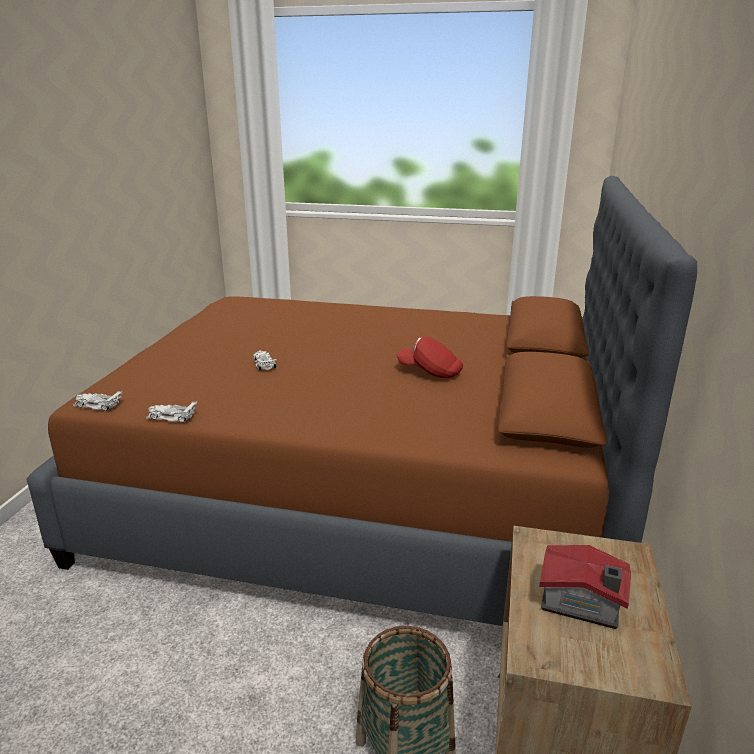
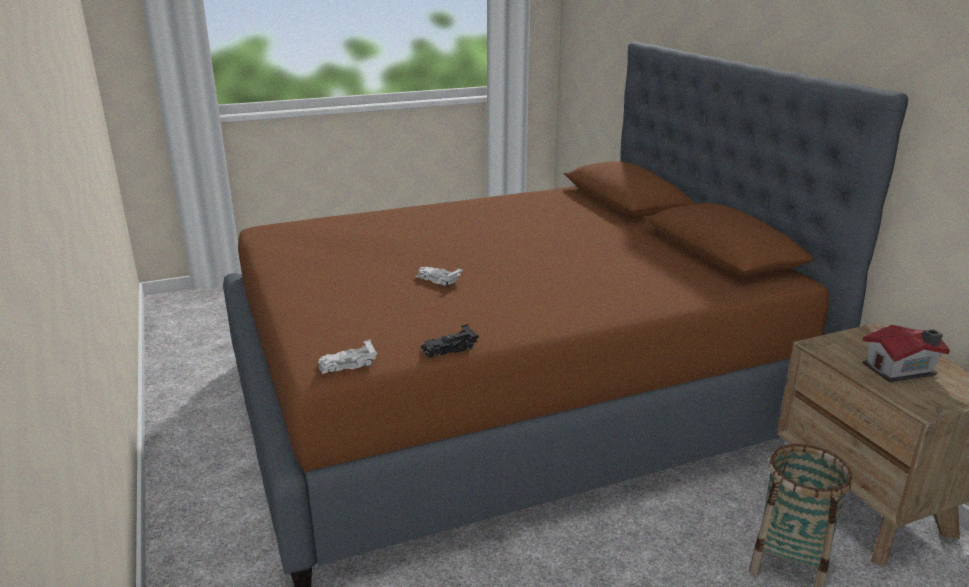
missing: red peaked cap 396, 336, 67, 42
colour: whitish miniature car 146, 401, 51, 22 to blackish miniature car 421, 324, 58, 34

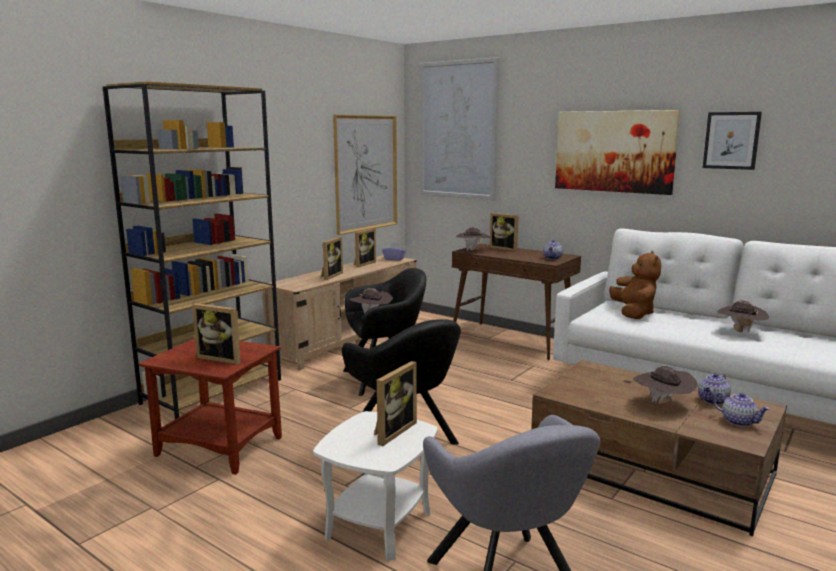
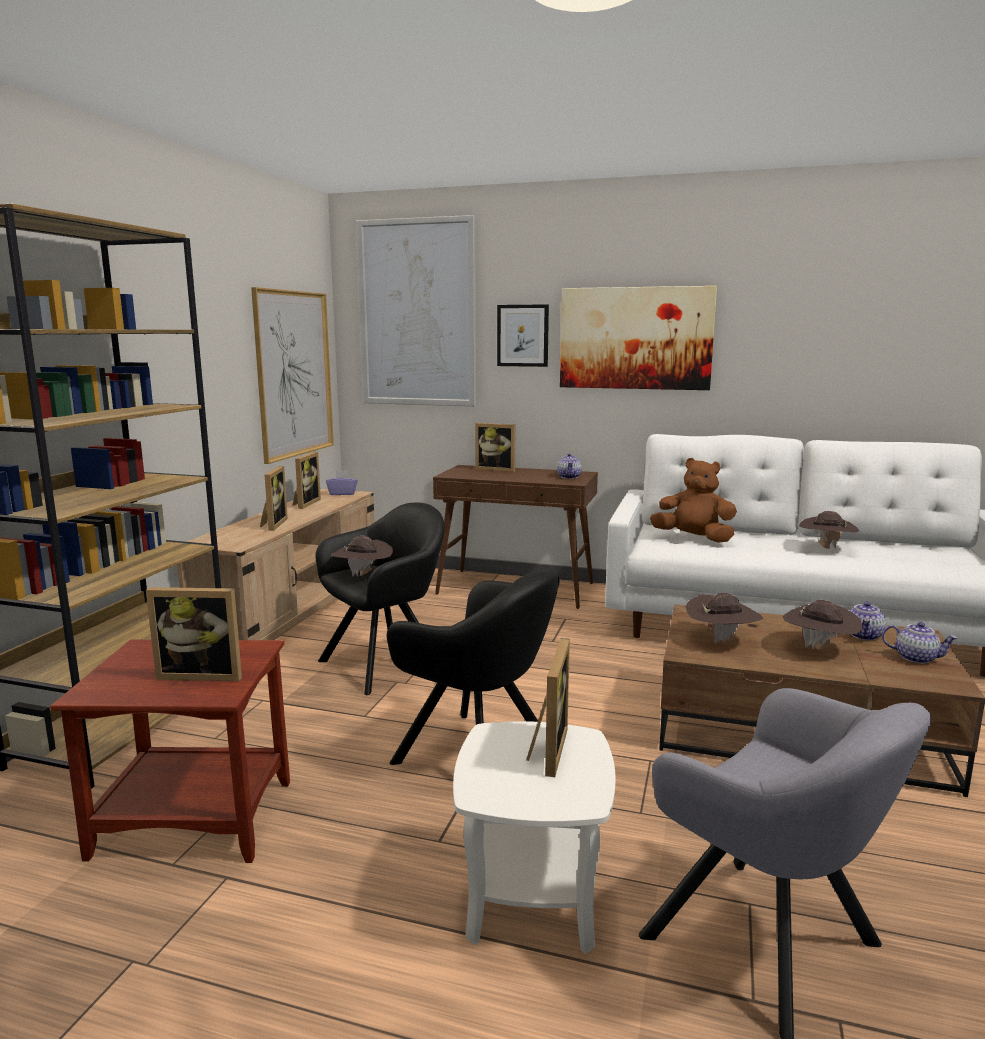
relocated: brown-coloured clothing hat 456, 227, 34, 24 to 686, 593, 77, 51; picture 703, 112, 59, 58 to 497, 304, 52, 63
spun: brown-coloured cuddly toy 609, 251, 52, 68 = 650, 458, 87, 85 45 degrees counterclockwise

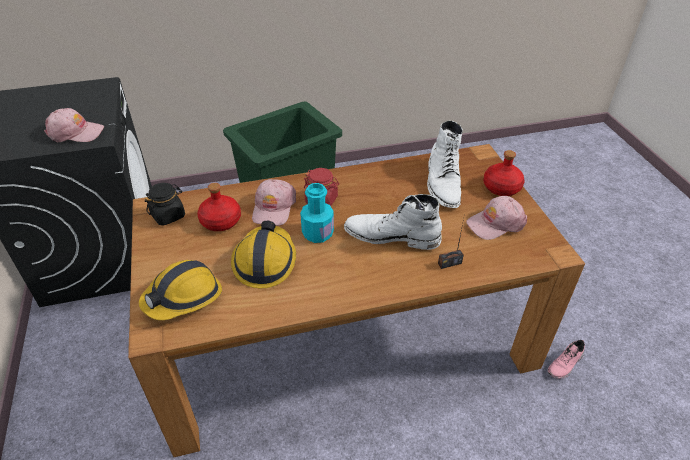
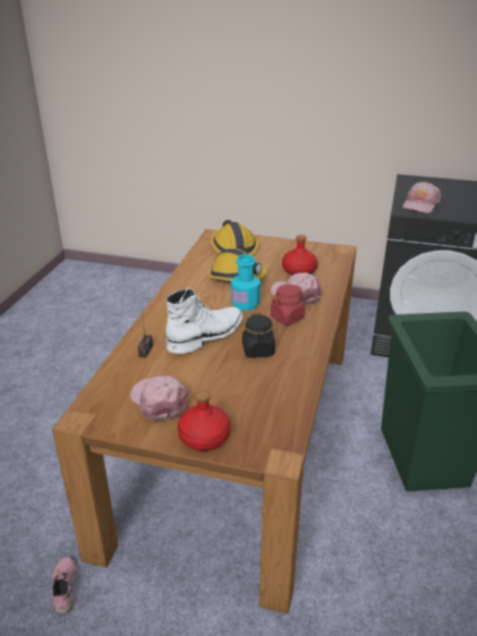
missing: whitish high-top boot 427, 120, 36, 88
relocated: blackish preserve jar 145, 183, 40, 43 to 242, 314, 33, 44
spun: pink-coloured peaked cap 466, 196, 61, 44 = 130, 376, 60, 45 45 degrees counterclockwise

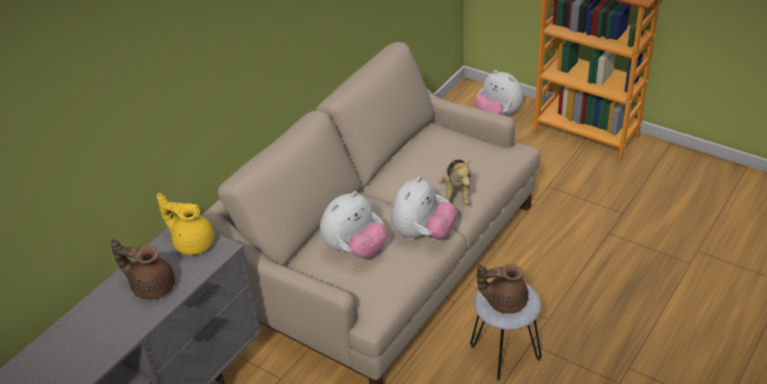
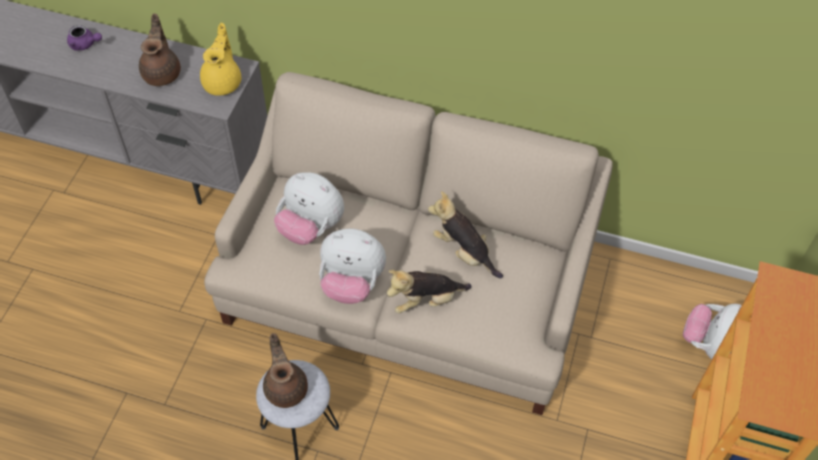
appeared: purplish teapot 67, 25, 35, 25; cuddly toy 428, 191, 75, 87

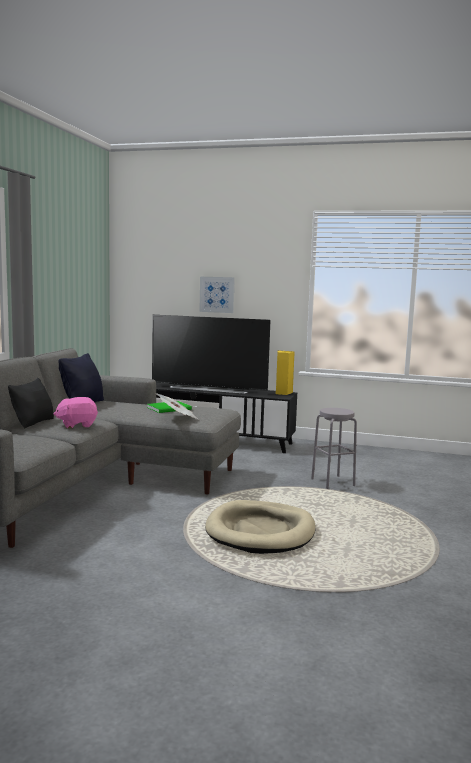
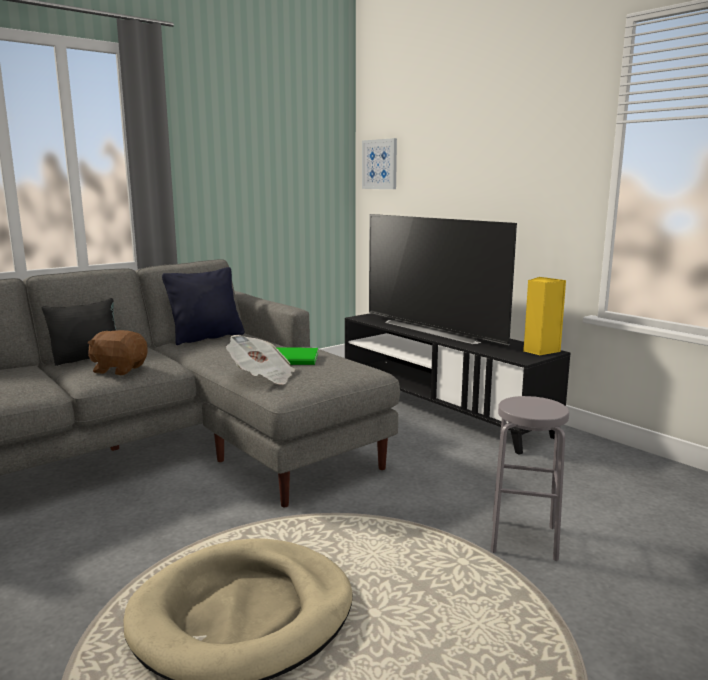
relocated: picture 199, 277, 36, 36 to 362, 138, 35, 51
colour: pink-coloured cuddly toy 54, 397, 44, 31 to brown-coloured cuddly toy 88, 330, 60, 45

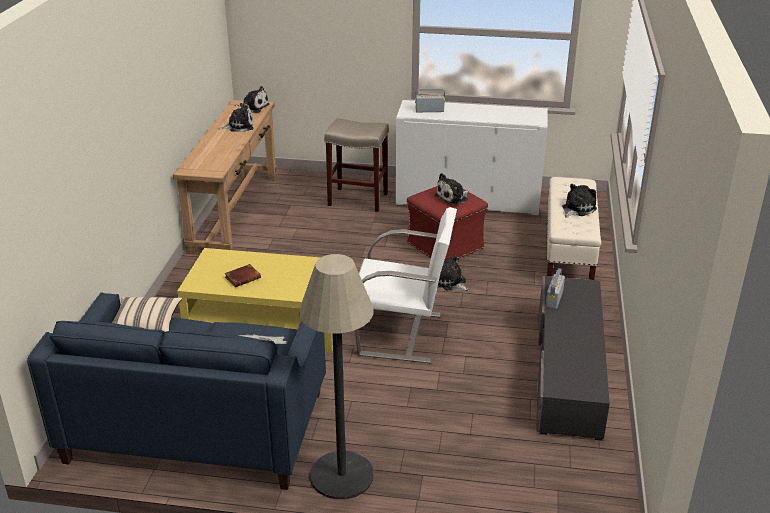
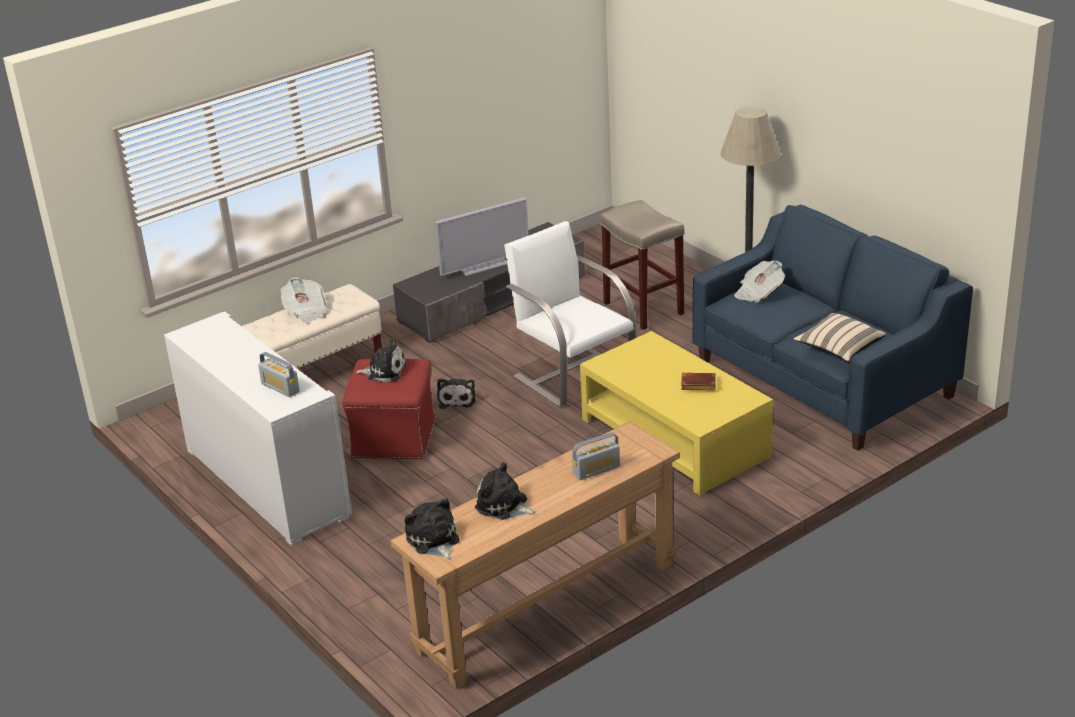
appeared: TV set 435, 197, 94, 79
relocated: beige stool seat 324, 119, 65, 93 to 600, 200, 85, 130; radio set 546, 268, 19, 41 to 572, 432, 48, 48
exchanged: cuddly toy 562, 184, 35, 34 to daily paper 280, 277, 48, 46

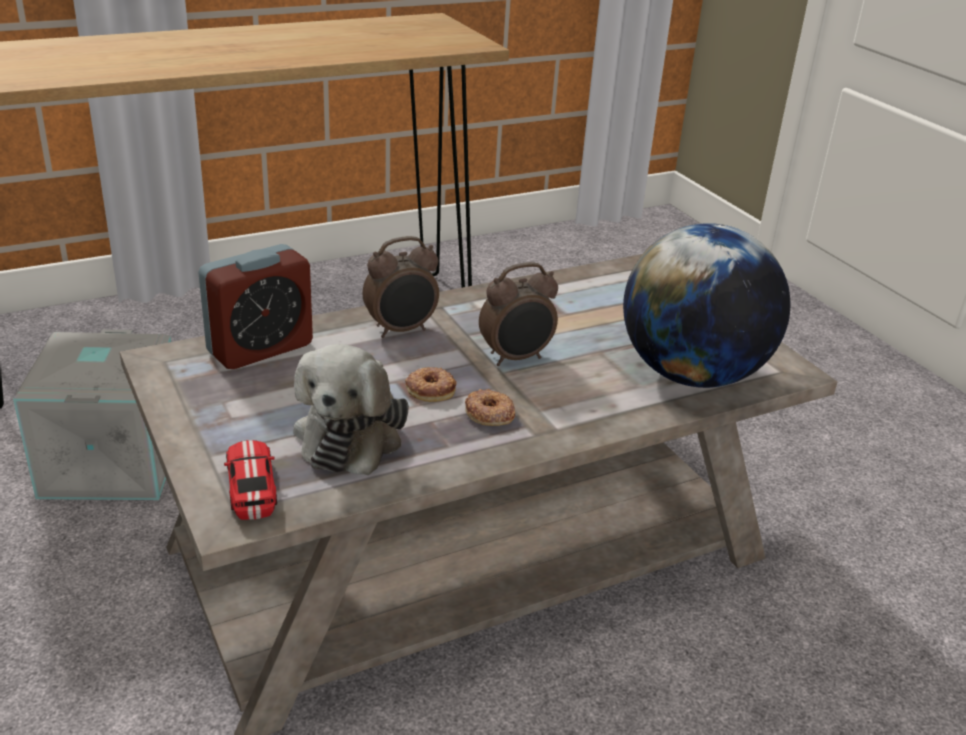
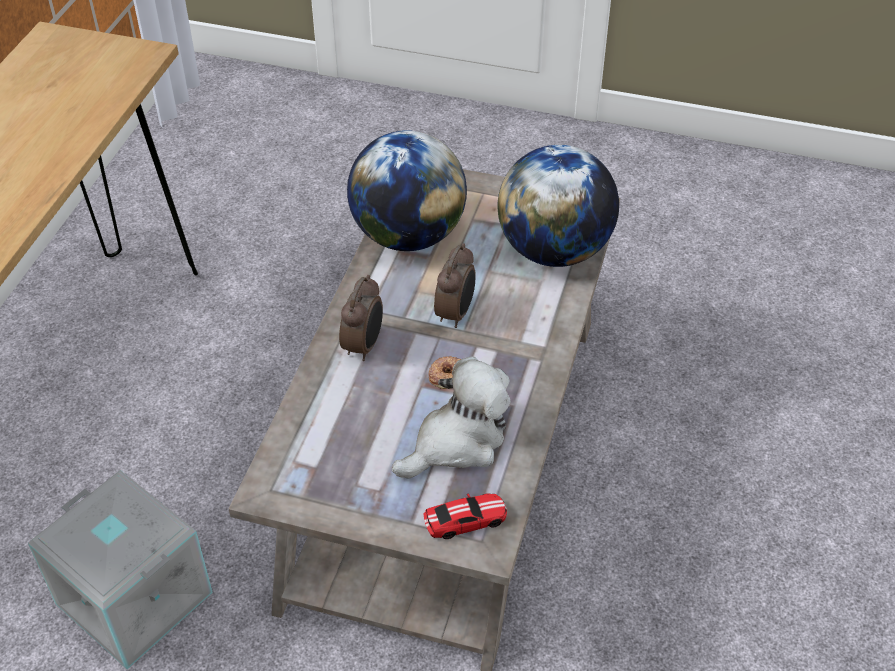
missing: bedside clock 198, 244, 115, 125; donut 465, 389, 50, 37
appeared: world globe 347, 130, 120, 121
spun: miniature car 224, 440, 53, 80 = 424, 493, 83, 46 135 degrees clockwise; cuddly toy 293, 344, 116, 131 = 392, 357, 119, 121 90 degrees counterclockwise

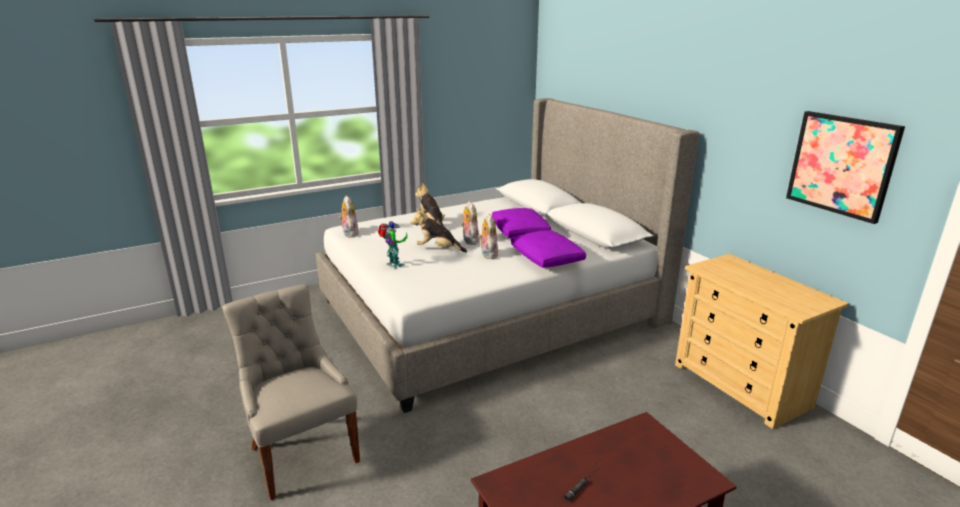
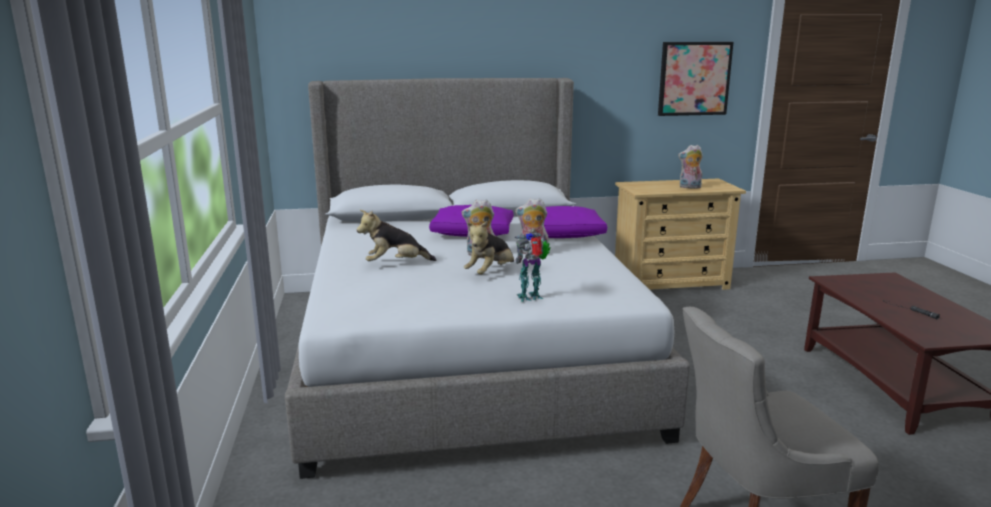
relocated: cuddly toy 339, 195, 20, 43 to 678, 145, 25, 44

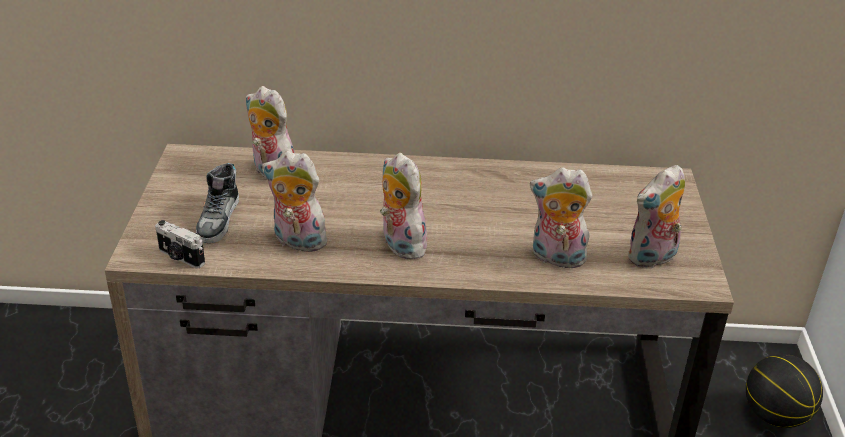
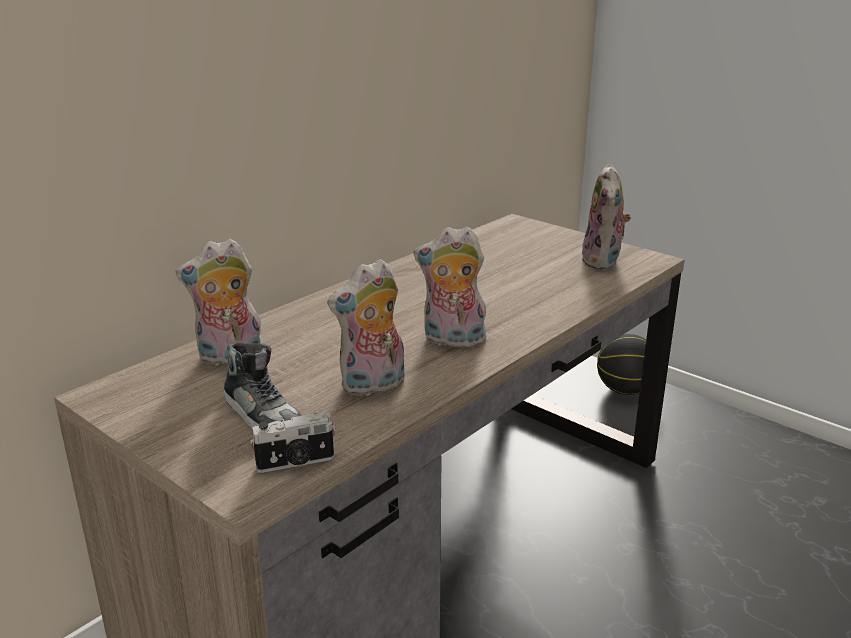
missing: cuddly toy 530, 167, 62, 101

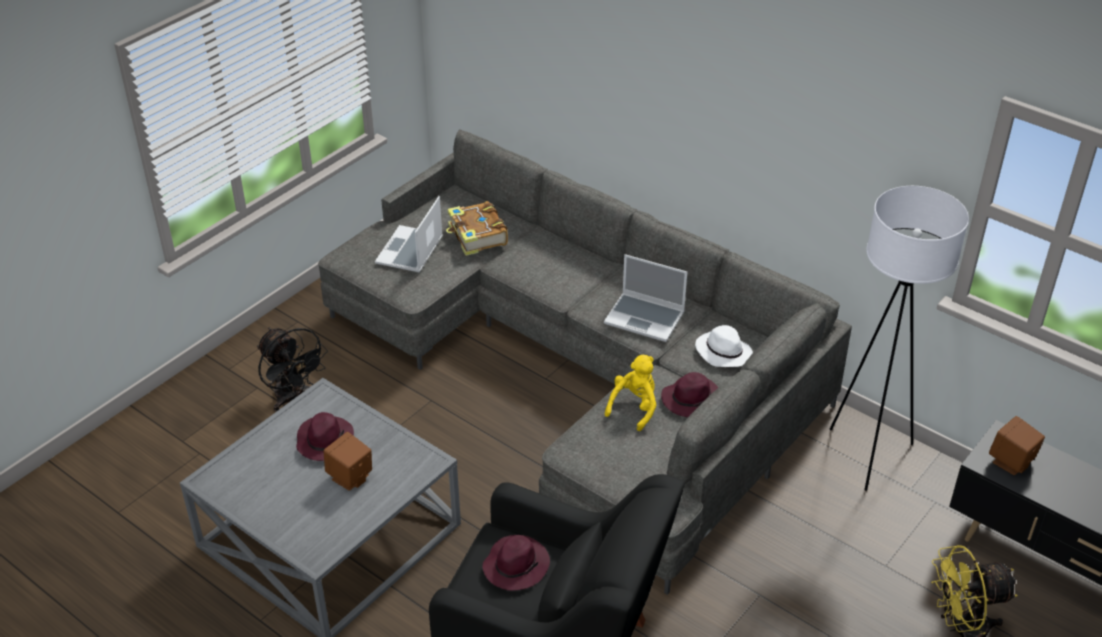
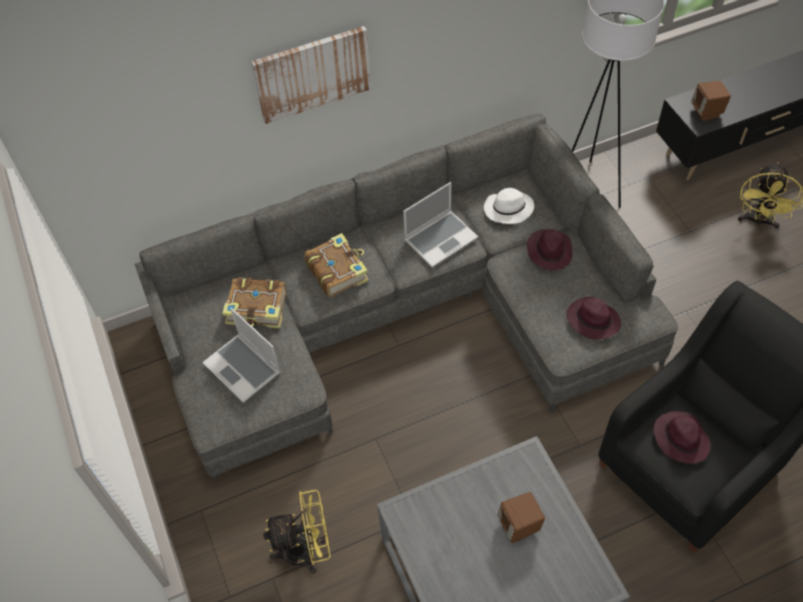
missing: yellow-coloured cuddly toy 605, 355, 51, 76
appeared: picture 251, 26, 120, 98; book 305, 233, 64, 64
relocated: purplish clothing hat 296, 412, 58, 49 to 566, 296, 55, 43
colour: blackish cooling fan 257, 328, 71, 84 to yellow-coloured cooling fan 263, 490, 68, 83

